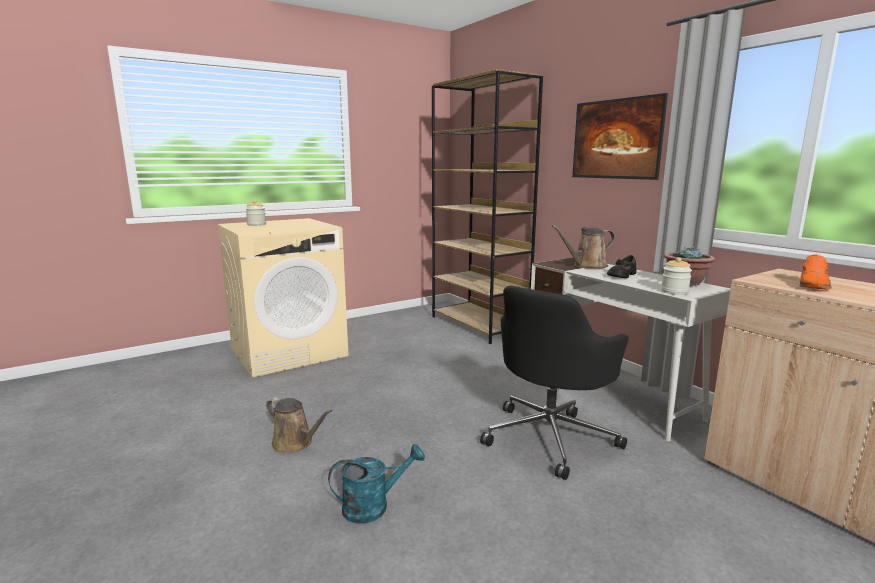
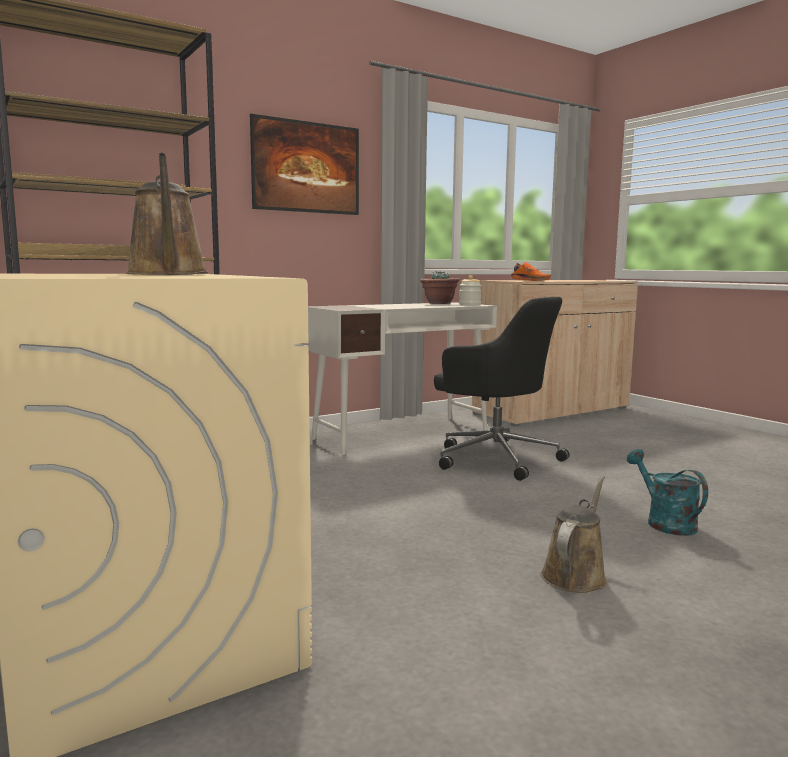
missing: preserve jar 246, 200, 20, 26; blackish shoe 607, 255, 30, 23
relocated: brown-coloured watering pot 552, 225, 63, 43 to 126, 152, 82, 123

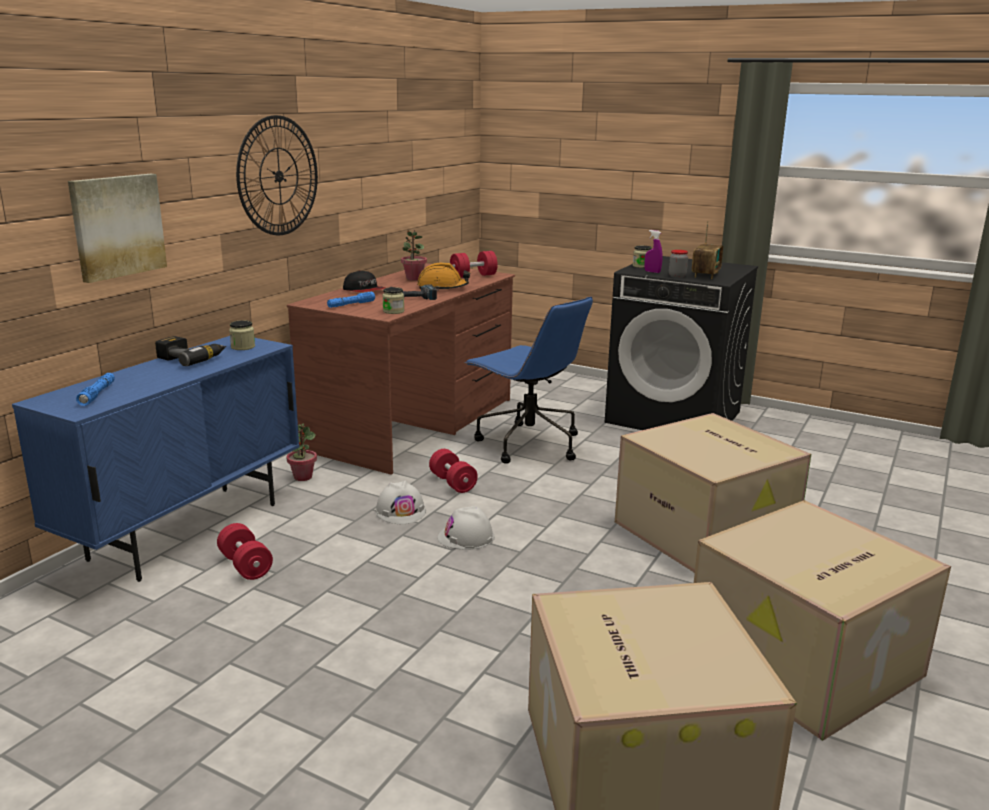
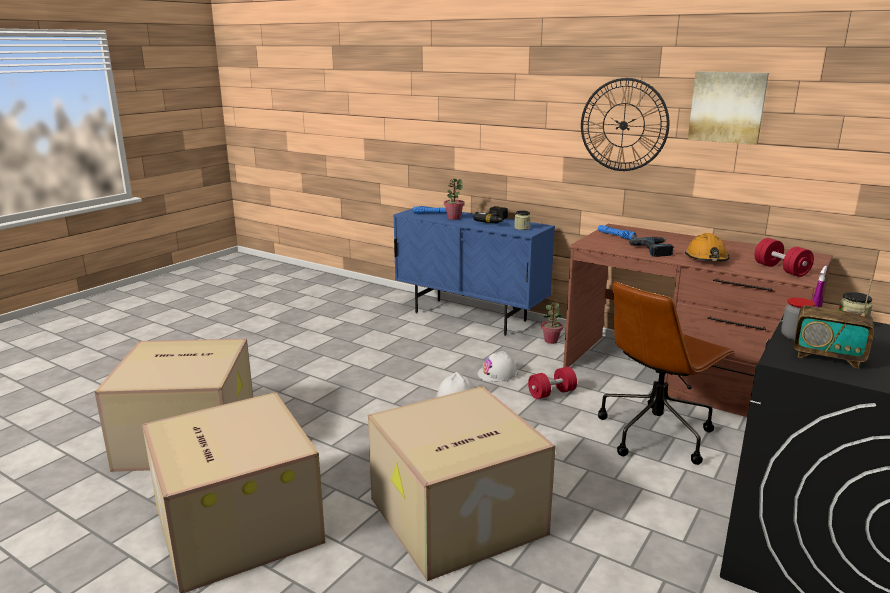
missing: red free weight 217, 523, 56, 57; peaked cap 343, 270, 43, 22; preserve jar 382, 287, 22, 27
relocated: picture 68, 174, 99, 109 to 688, 72, 81, 73; plant in a pot 401, 229, 26, 52 to 444, 178, 21, 42
colour: blue-coloured office chair 464, 296, 129, 167 to brown-coloured office chair 598, 281, 138, 184

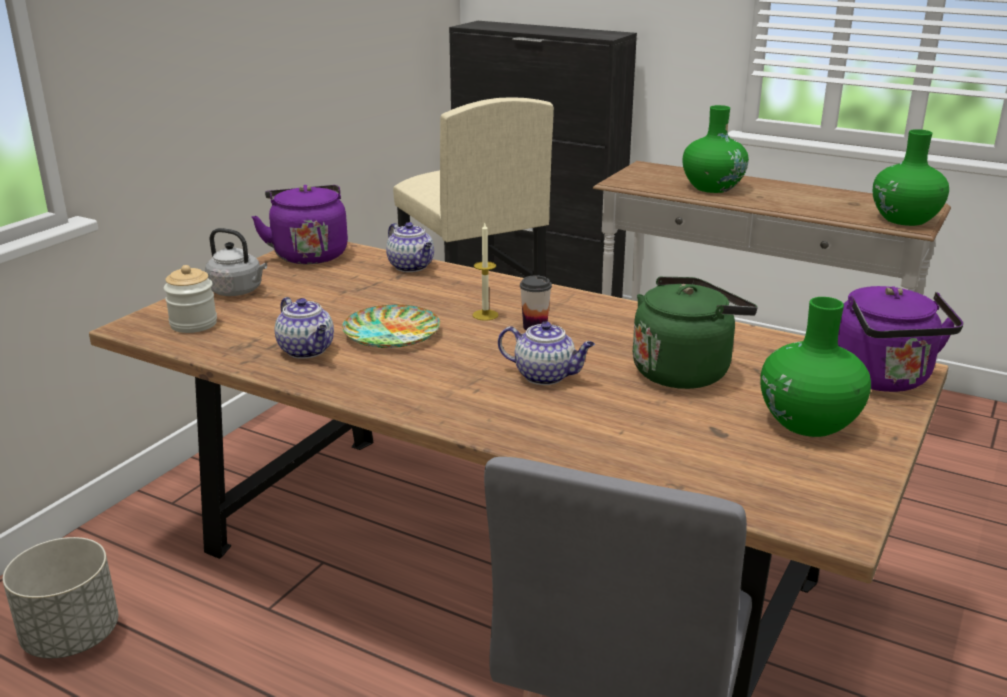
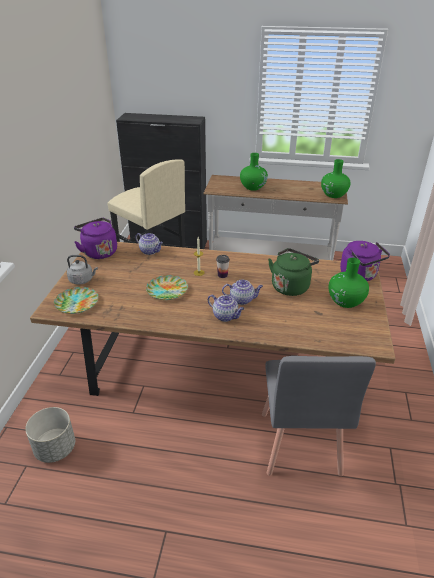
relocated: teapot 275, 297, 59, 62 to 208, 295, 36, 27
exchanged: preserve jar 164, 265, 53, 68 to flat dish 54, 287, 45, 27

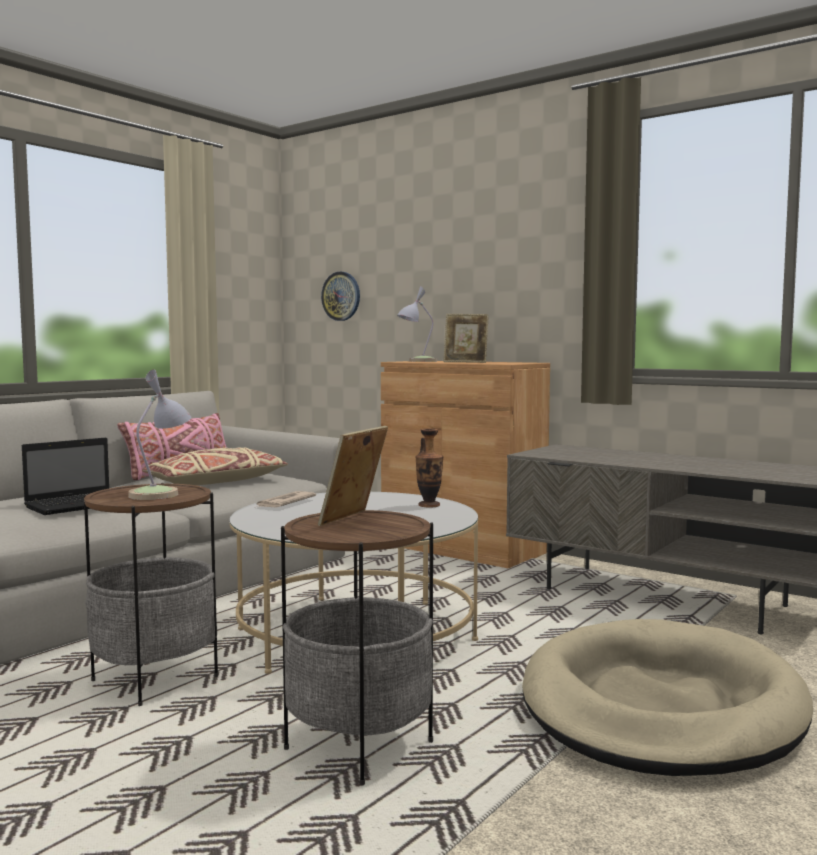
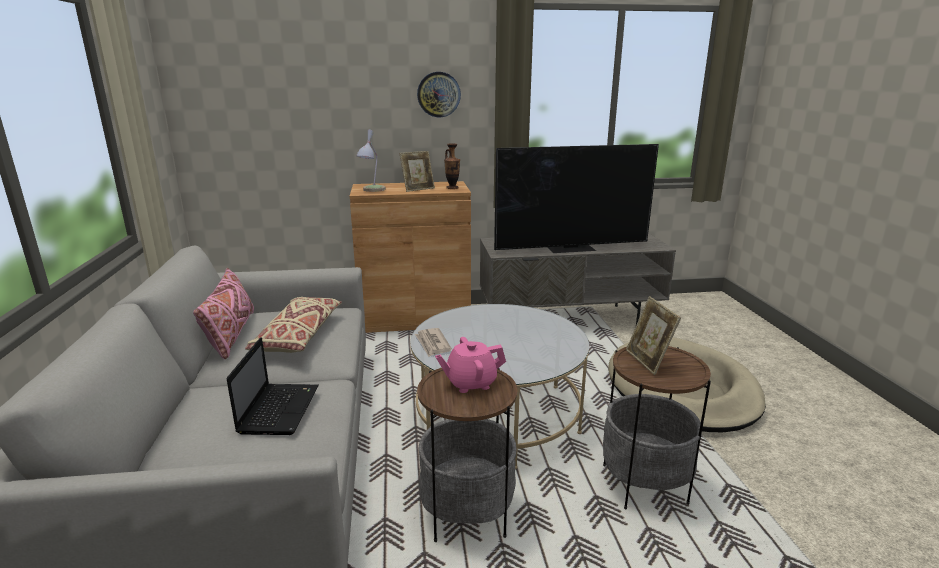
appeared: TV set 494, 144, 165, 109
relocated: wall clock 321, 272, 39, 49 to 417, 72, 44, 45; vase 415, 429, 28, 79 to 444, 143, 16, 46
exchanged: tabletop lamp 128, 369, 63, 131 to pink-coloured teapot 435, 337, 71, 56

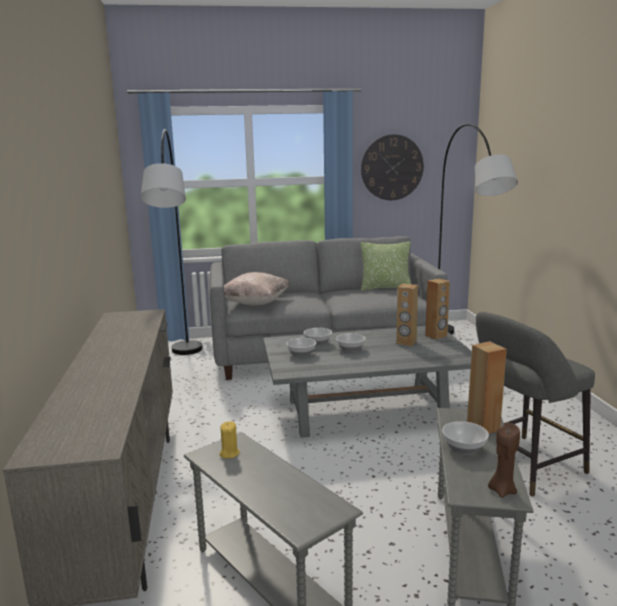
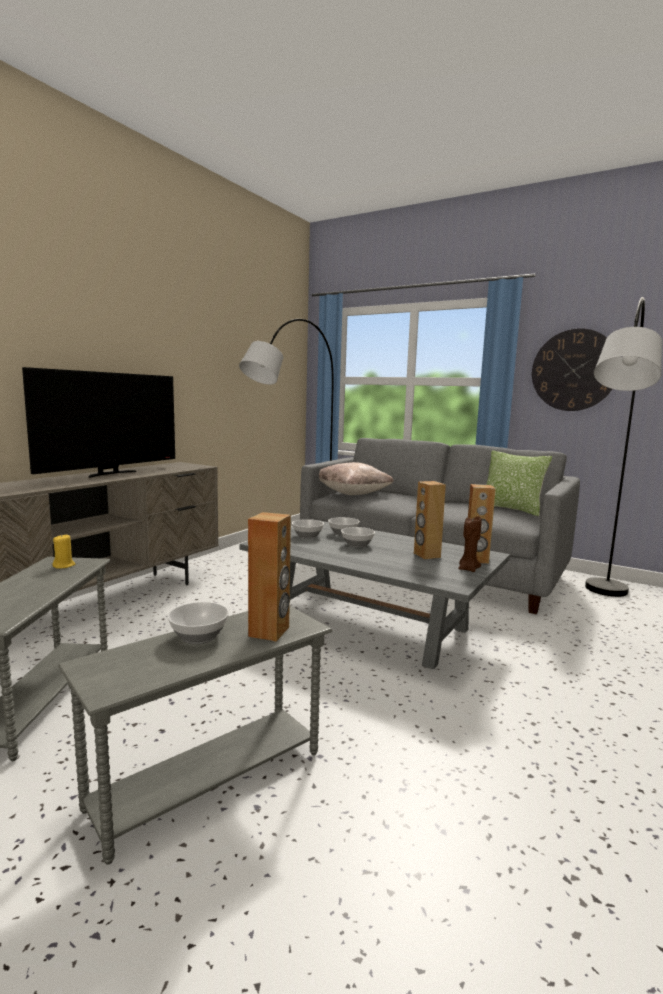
missing: gray stool seat 476, 312, 119, 185
appeared: TV set 22, 367, 153, 111
relocated: brown-coloured wax candle 488, 423, 32, 75 to 458, 516, 24, 56

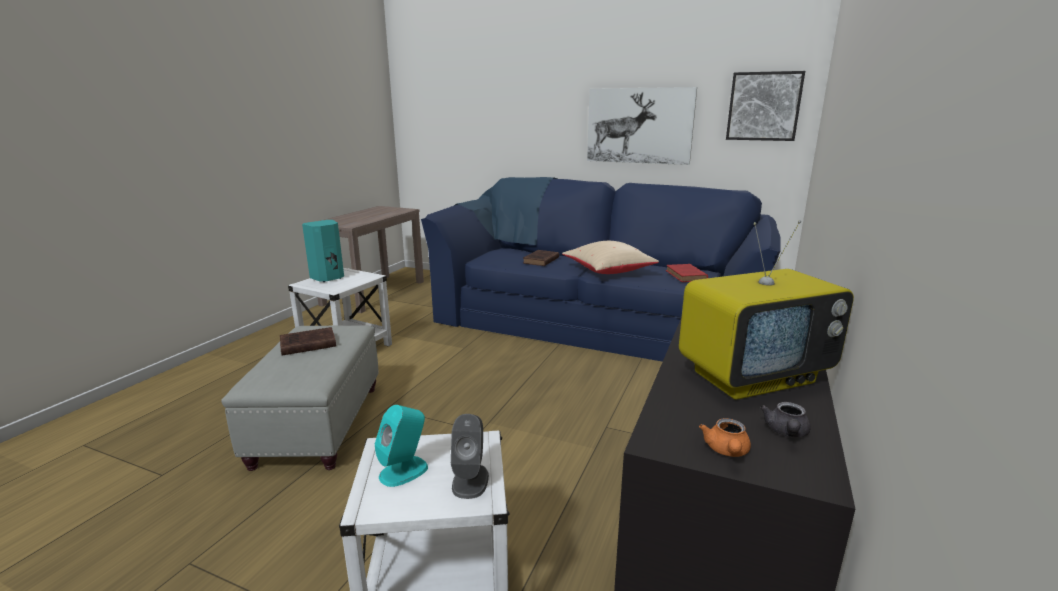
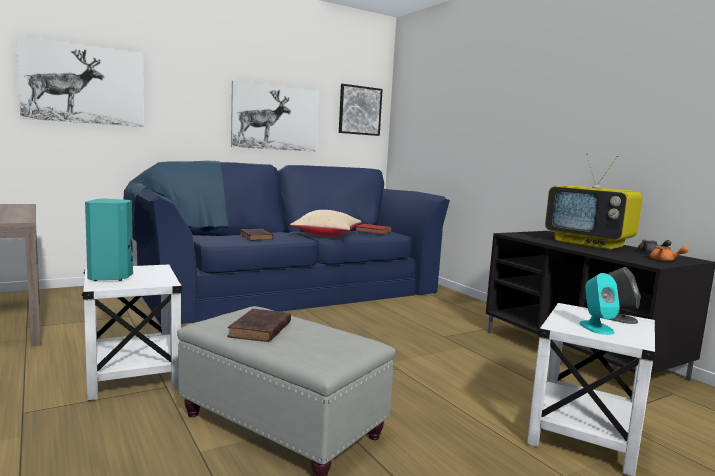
appeared: picture 16, 36, 128, 91
spun: TV set 679, 220, 175, 180 = 545, 153, 98, 97 120 degrees clockwise

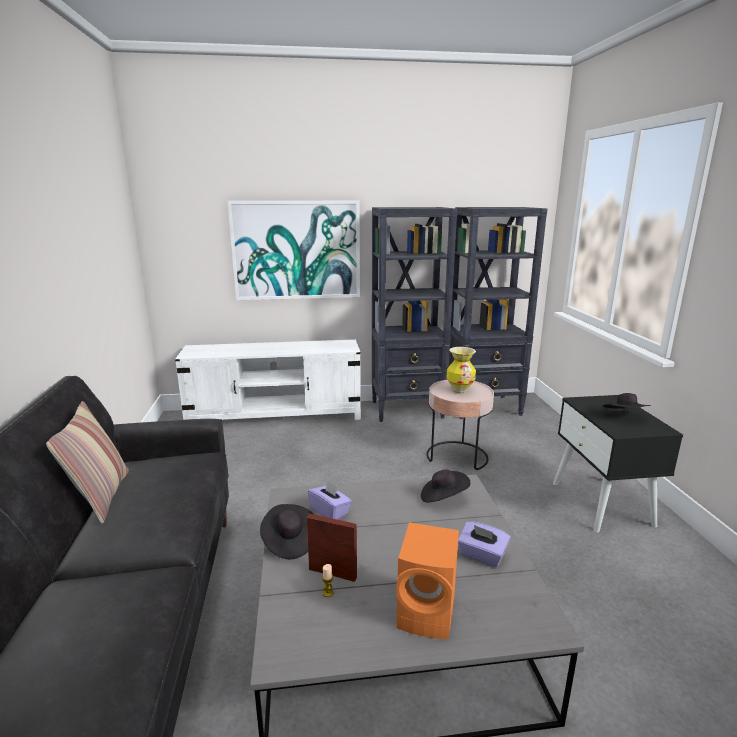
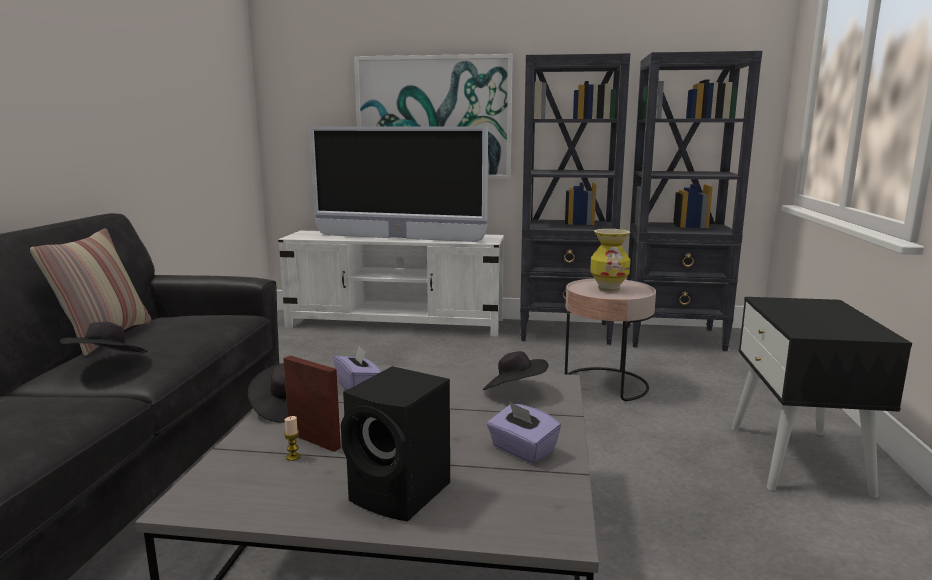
appeared: TV set 310, 126, 178, 116
relocated: blackish clothing hat 602, 393, 49, 16 to 60, 322, 87, 31
colour: orangey loudspeaker 396, 522, 63, 117 to blackish loudspeaker 341, 366, 109, 156

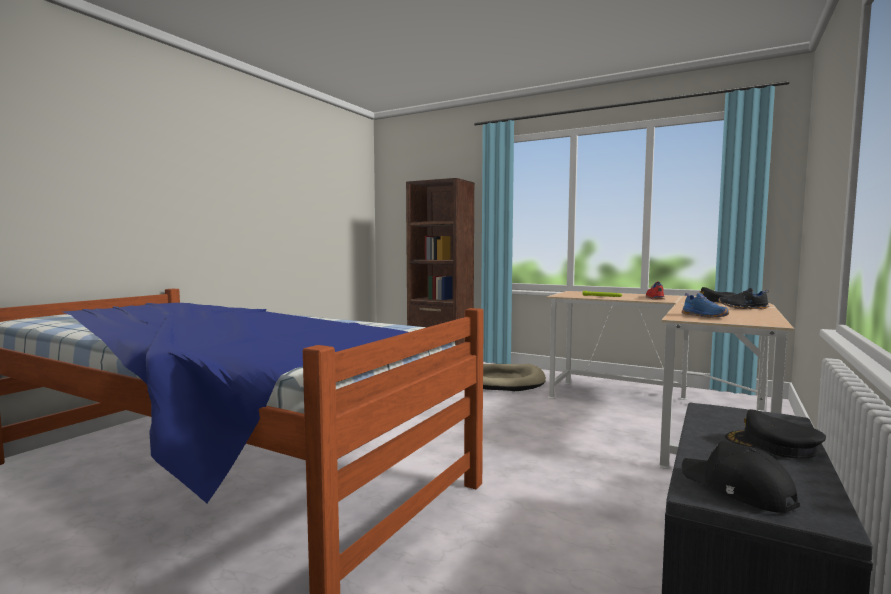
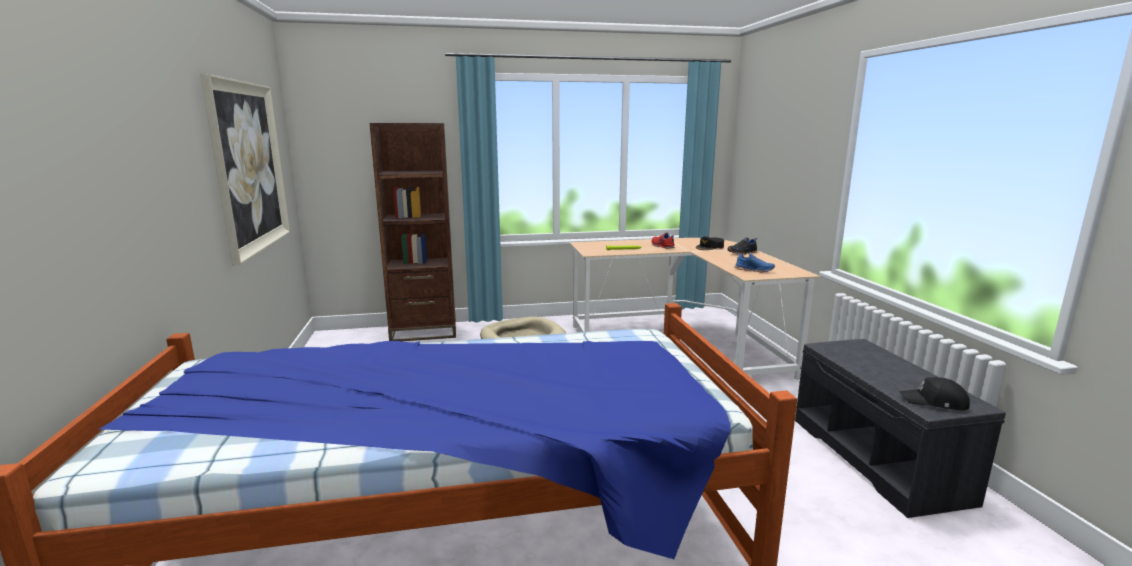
missing: blackish peaked cap 725, 409, 101, 50
appeared: picture 200, 74, 90, 191

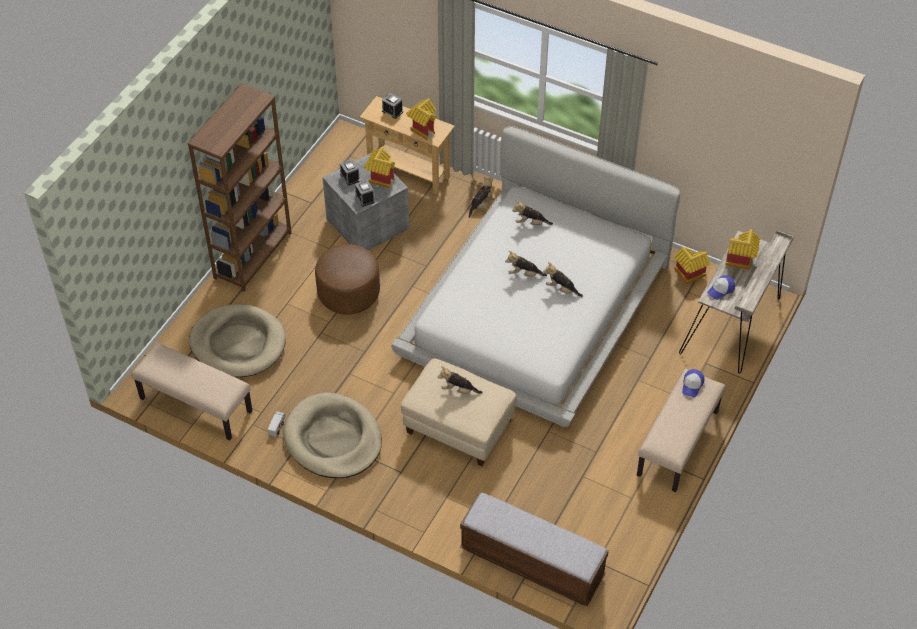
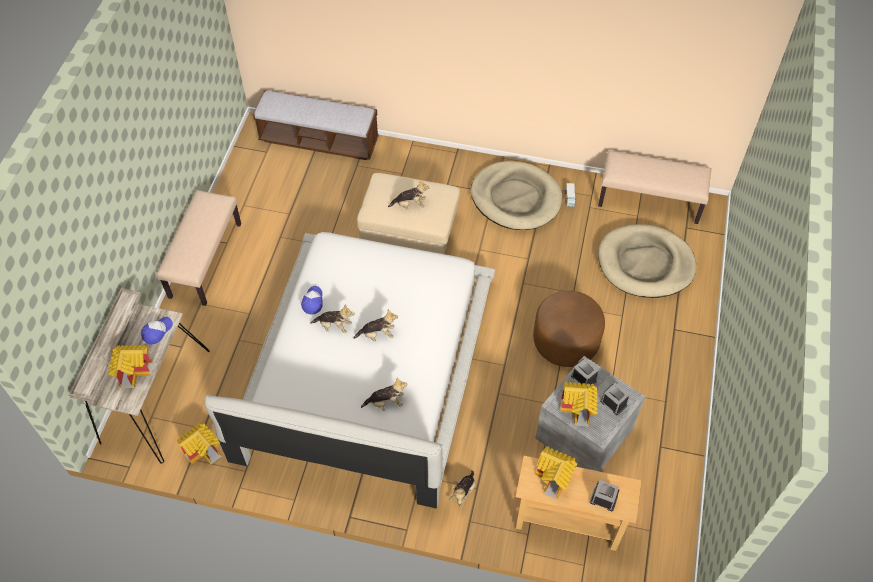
missing: brown-coloured shelving unit 187, 83, 105, 209
relocated: peaked cap 682, 369, 23, 28 to 301, 286, 22, 28

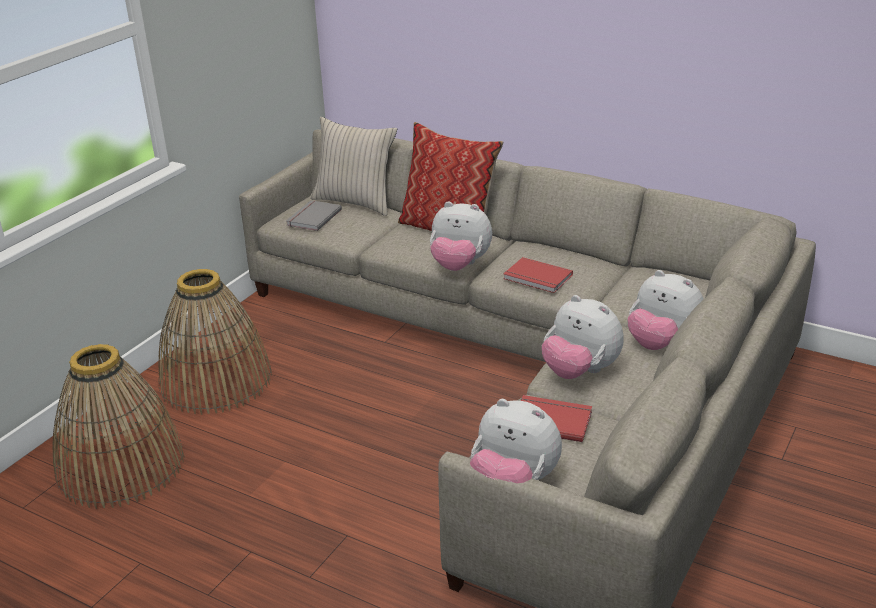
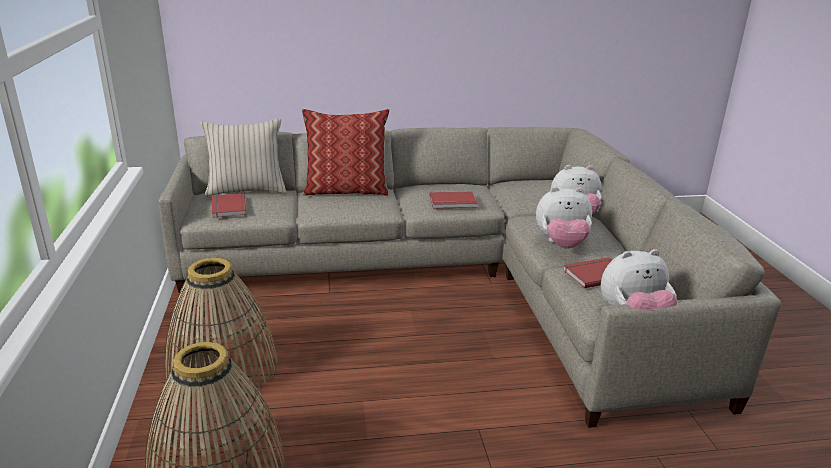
missing: cuddly toy 430, 201, 62, 70
colour: gray book 286, 200, 56, 31 to red book 212, 193, 34, 25

